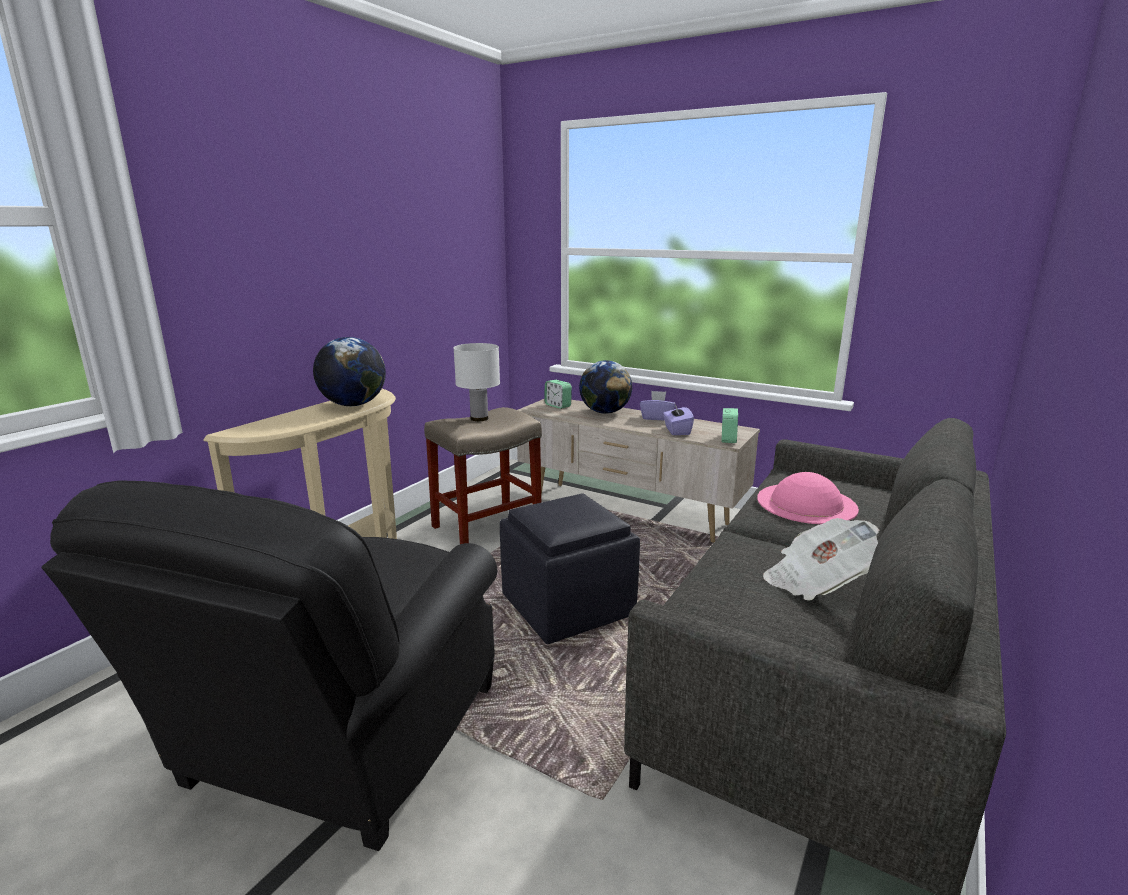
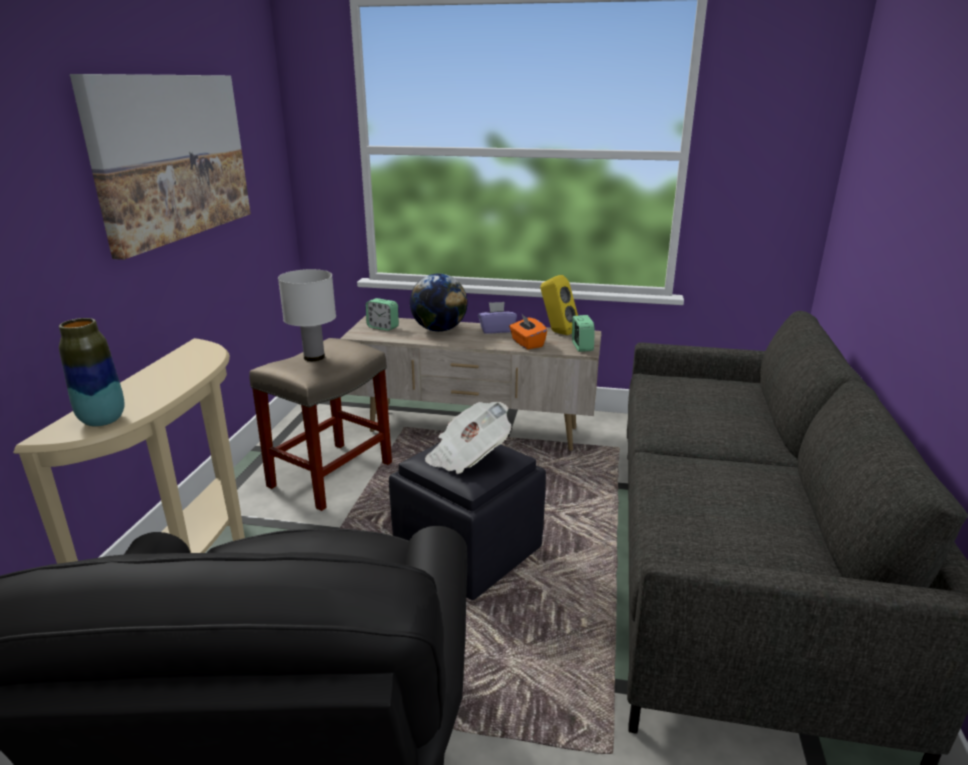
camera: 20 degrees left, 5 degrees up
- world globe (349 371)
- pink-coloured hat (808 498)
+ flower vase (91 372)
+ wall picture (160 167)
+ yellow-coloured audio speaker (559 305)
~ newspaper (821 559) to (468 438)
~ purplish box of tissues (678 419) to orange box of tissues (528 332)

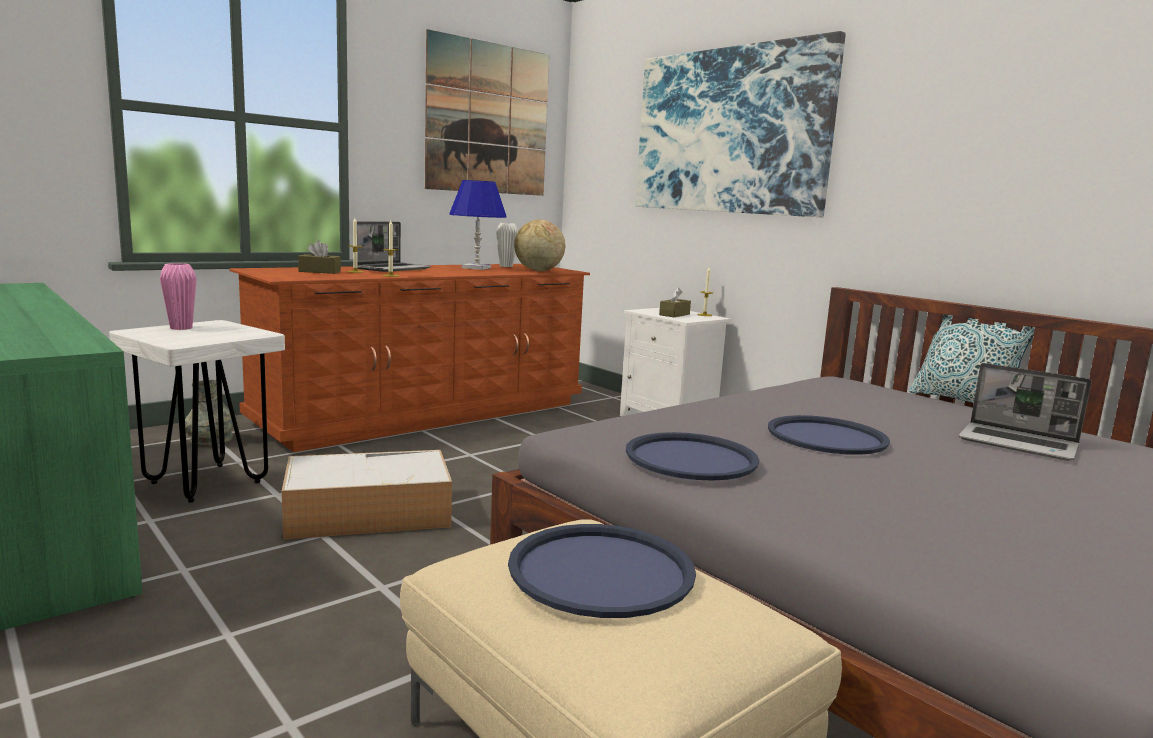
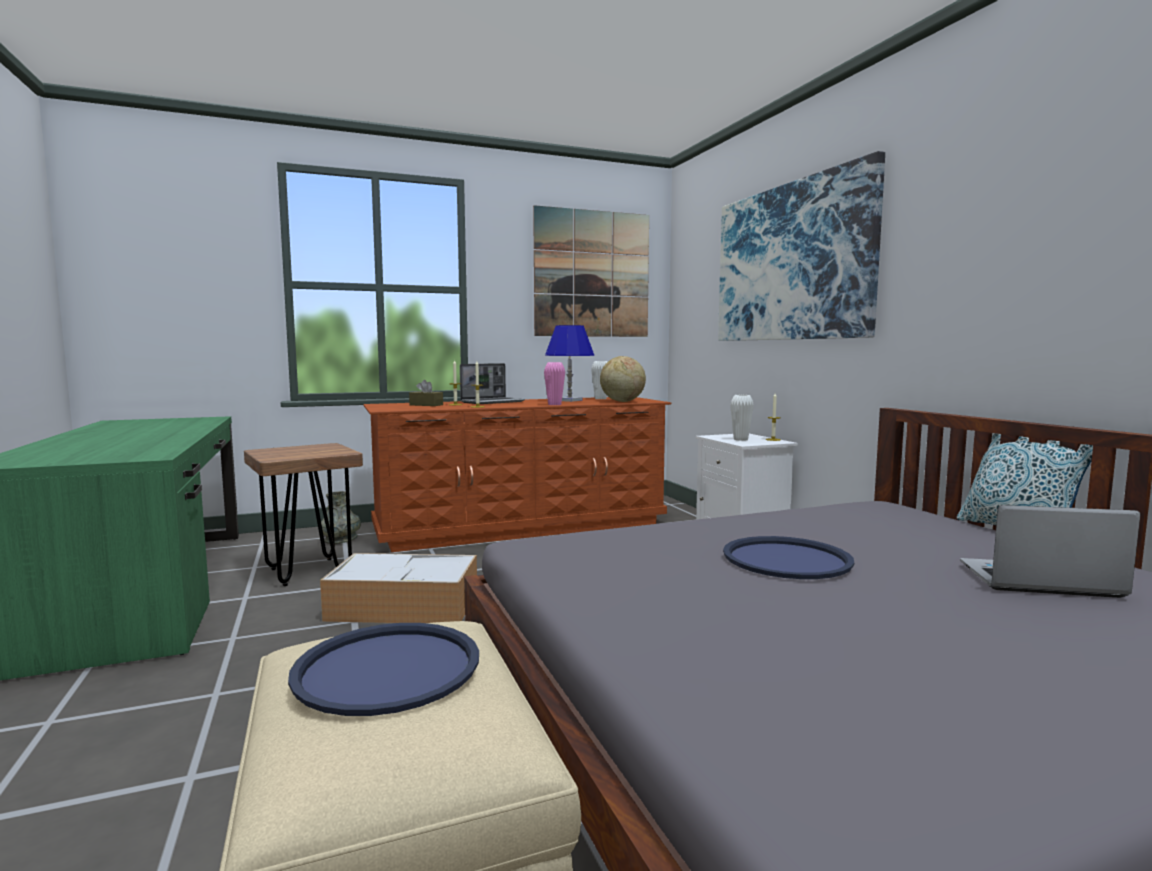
camera: 20 degrees right, 5 degrees down
- blue-coloured carrying tray (692 456)
~ pink-coloured flower vase (178 296) to (554 383)
~ brown-coloured box of tissues (675 302) to white flower vase (742 418)
~ white stool (197 411) to brown-coloured stool (303 514)
~ notebook computer (1025 412) = (1050 551) 135 degrees clockwise

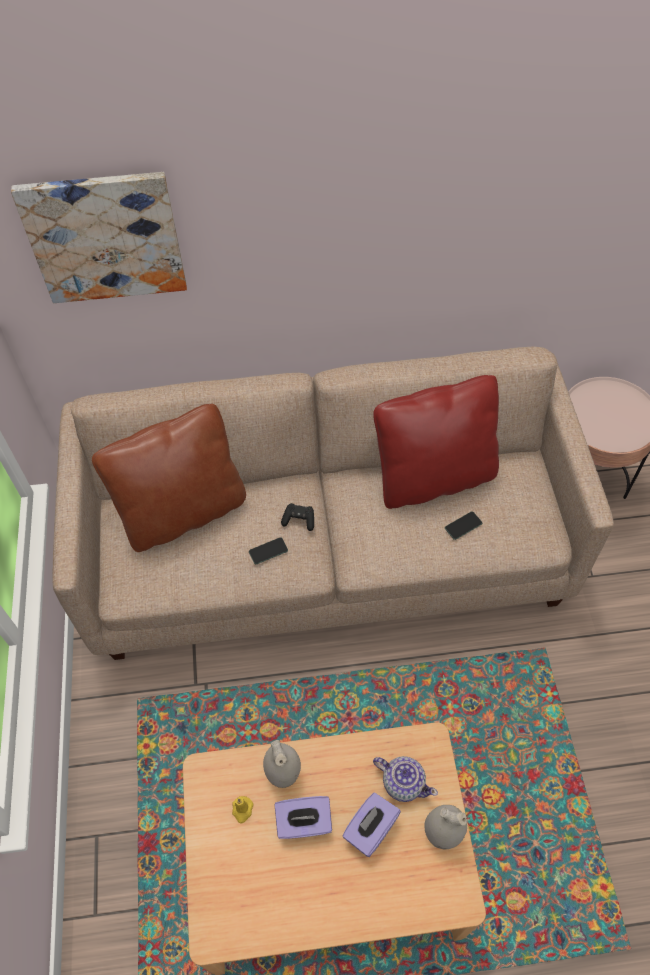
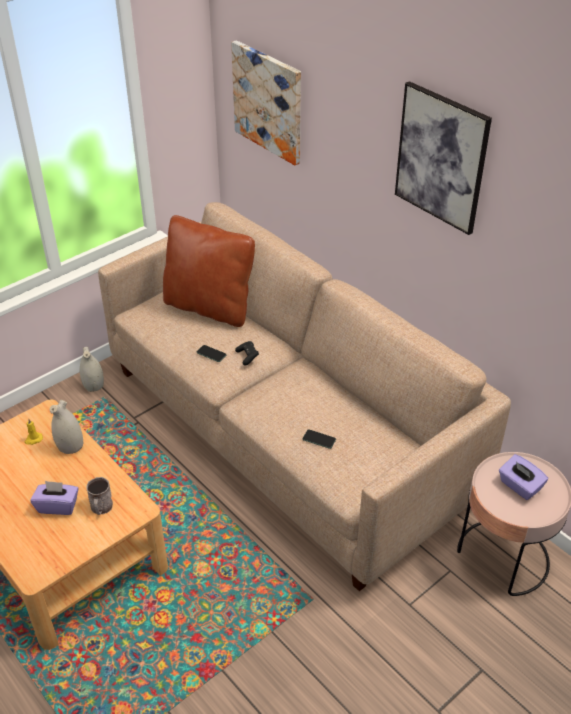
camera: 55 degrees right, 15 degrees down
- reddish cushion (436 442)
+ wall picture (443 158)
~ purplish box of tissues (303 817) to (523 477)
~ white flower vase (446 827) to (92 369)
~ teapot (405 779) to grey tea mug (99 496)

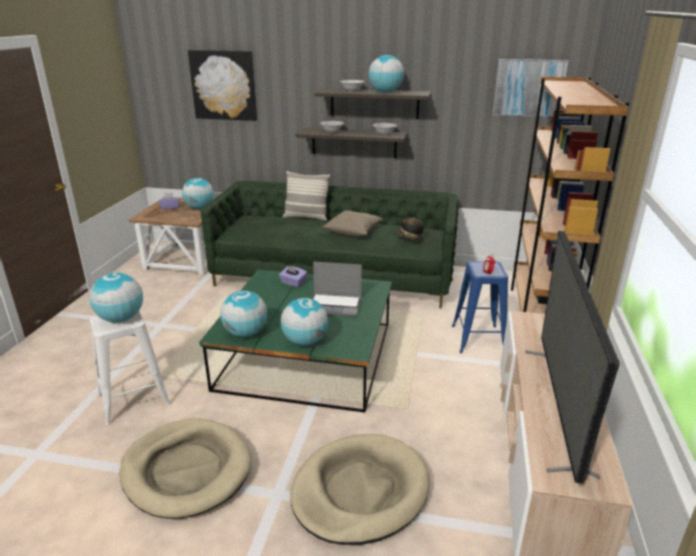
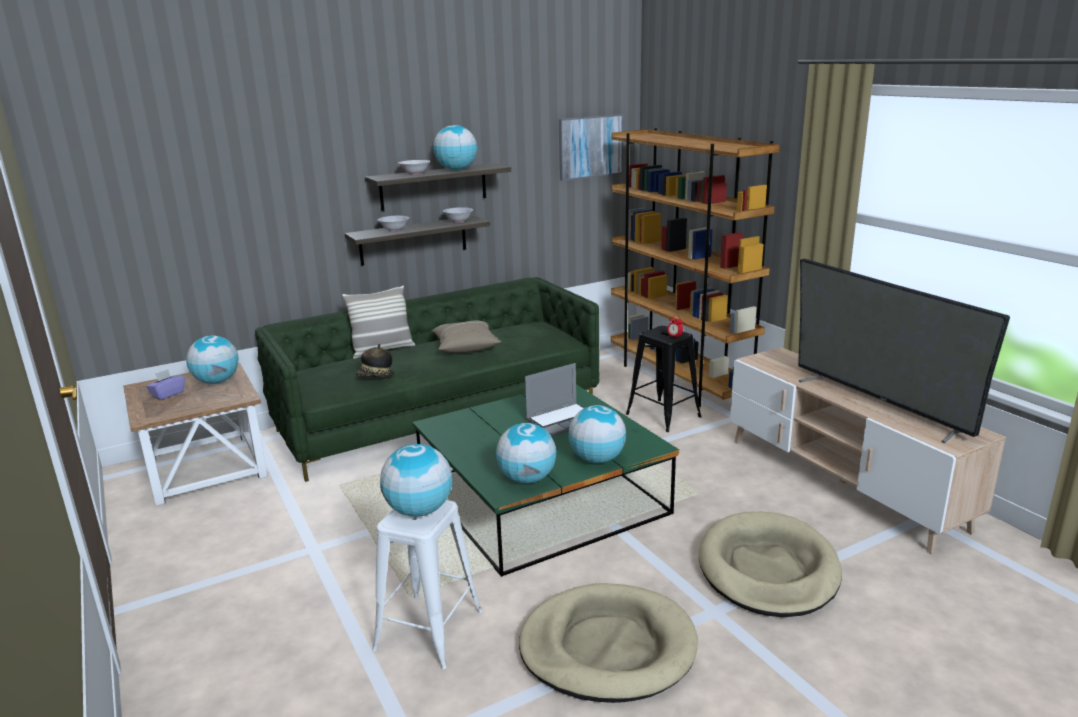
camera: 40 degrees left, 5 degrees down
- wall picture (222 85)
- purplish box of tissues (293 276)
~ hat (409 228) to (375 360)
~ blue-coloured stool (480 307) to black stool (664 379)

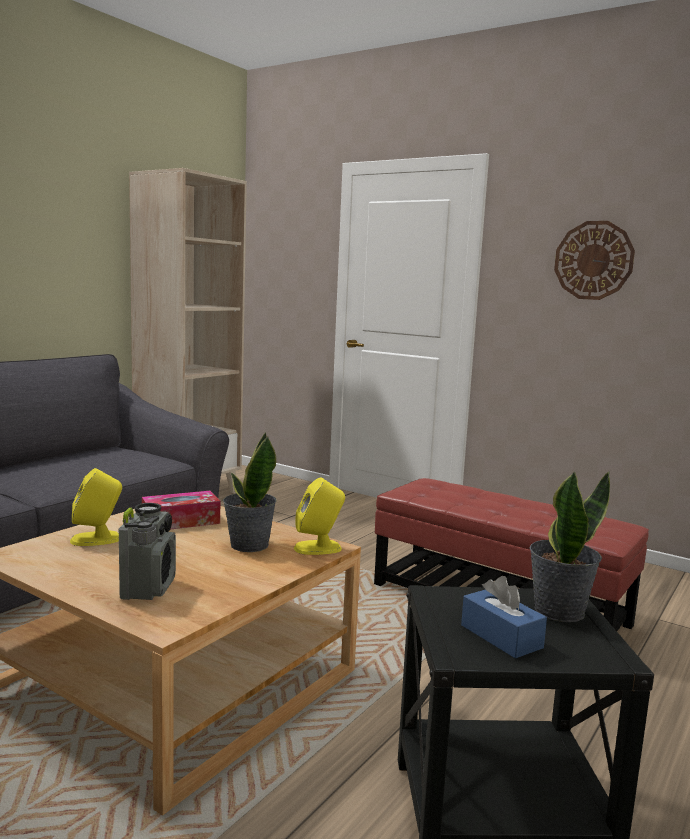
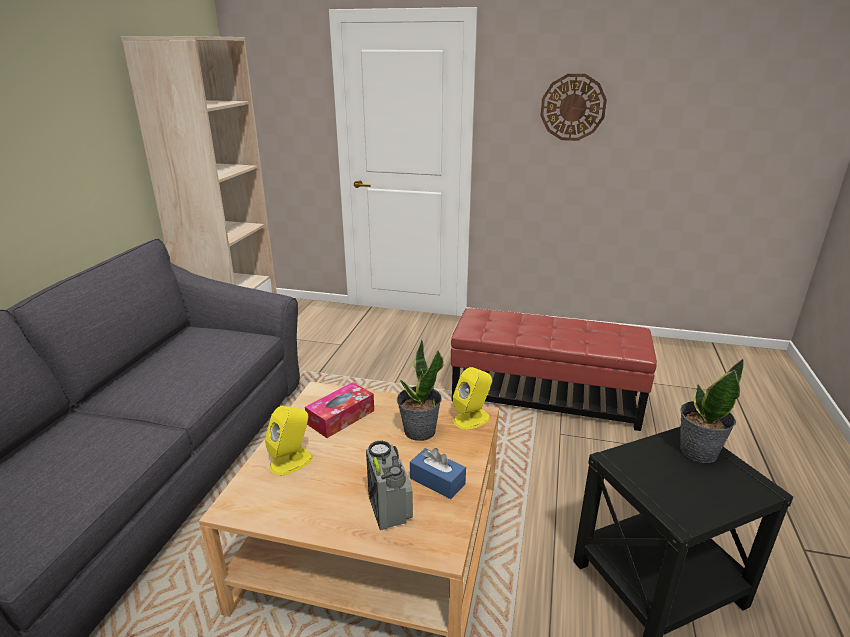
camera: 20 degrees left, 15 degrees up
~ blue-coloured box of tissues (504 617) to (438 473)

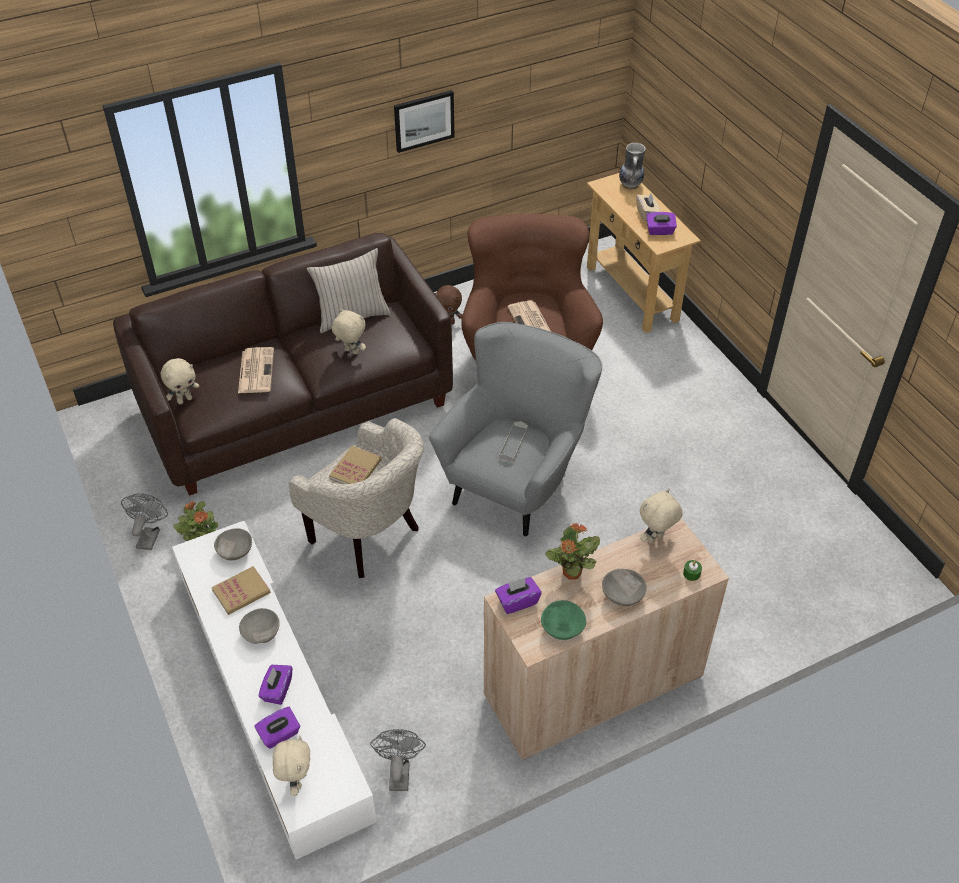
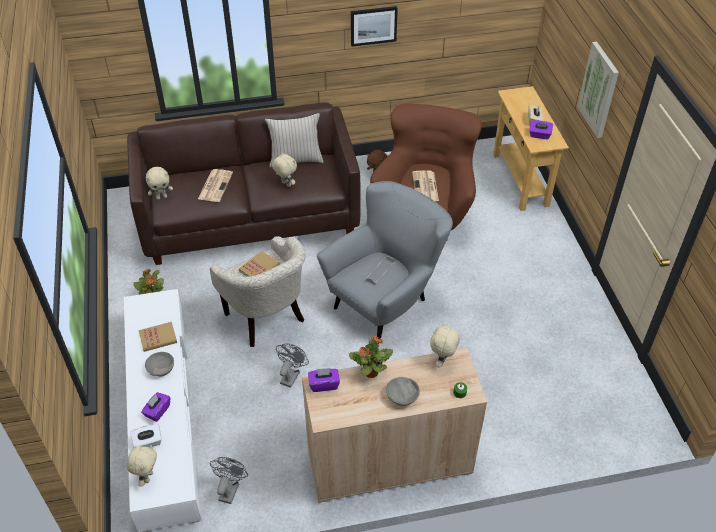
camera: 15 degrees right, 0 degrees up
- grey bowl (233 544)
- green bowl (563 620)
- flower vase (632 166)
+ wall picture (598 90)
~ grey electric fan (144 521) to (292 365)
~ purplish box of tissues (277 728) to white box of tissues (146 436)
~ beige-coloured soft toy (661 516) = (445 345) 45 degrees counterclockwise

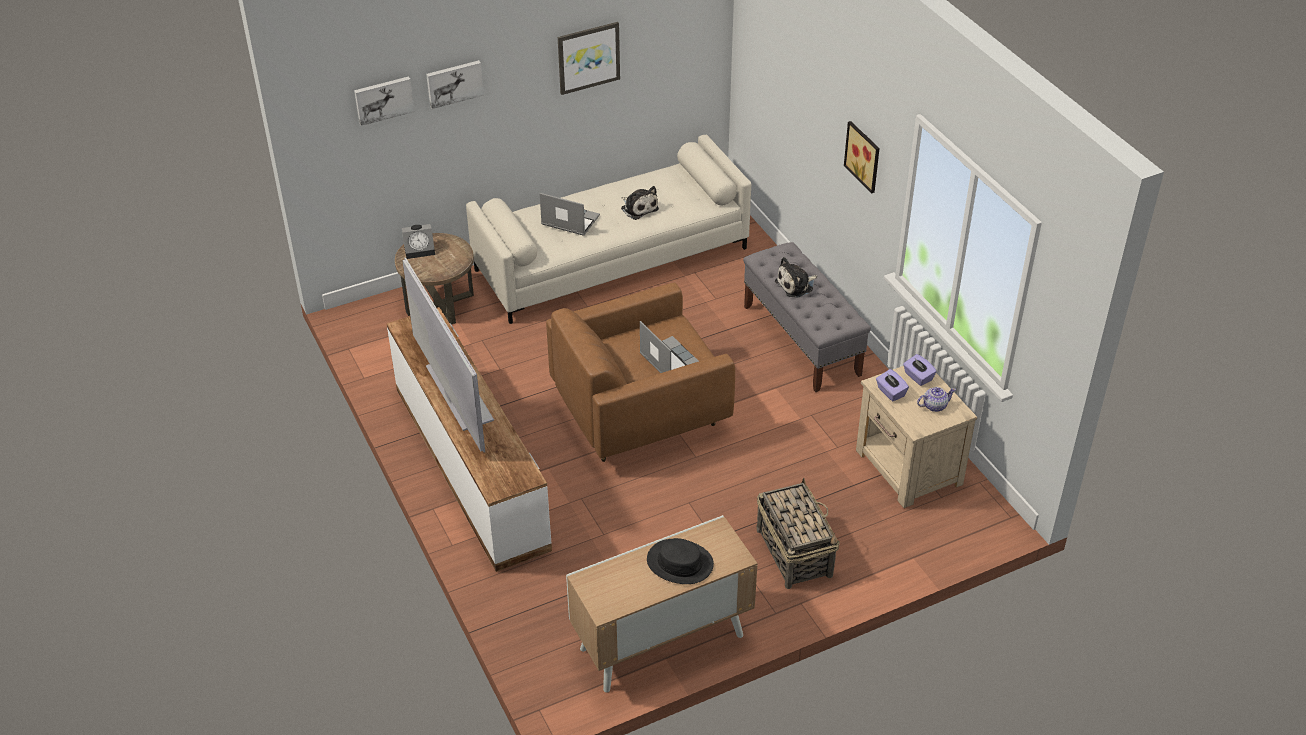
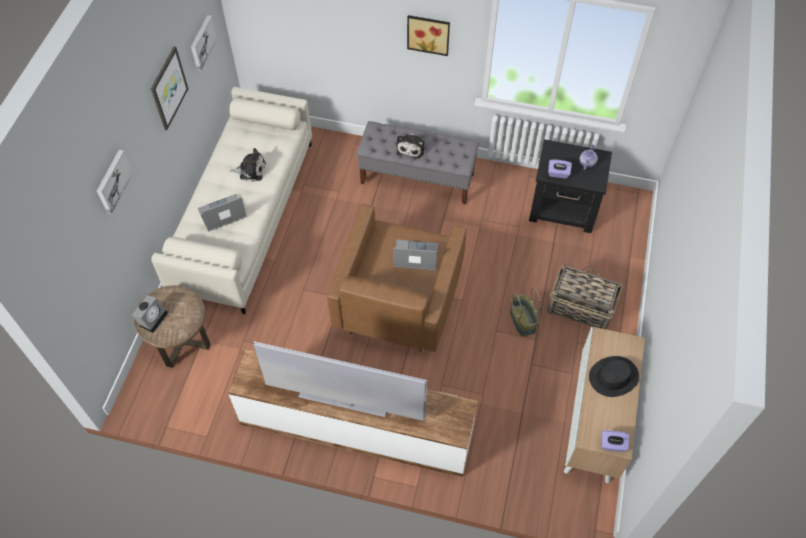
camera: 50 degrees left, 15 degrees up
+ basket (525 312)
~ wall picture (384 101) to (204 43)
~ purplish box of tissues (920 370) to (615 441)
~ beige-coloured bedside table (916 437) to black bedside table (570 186)

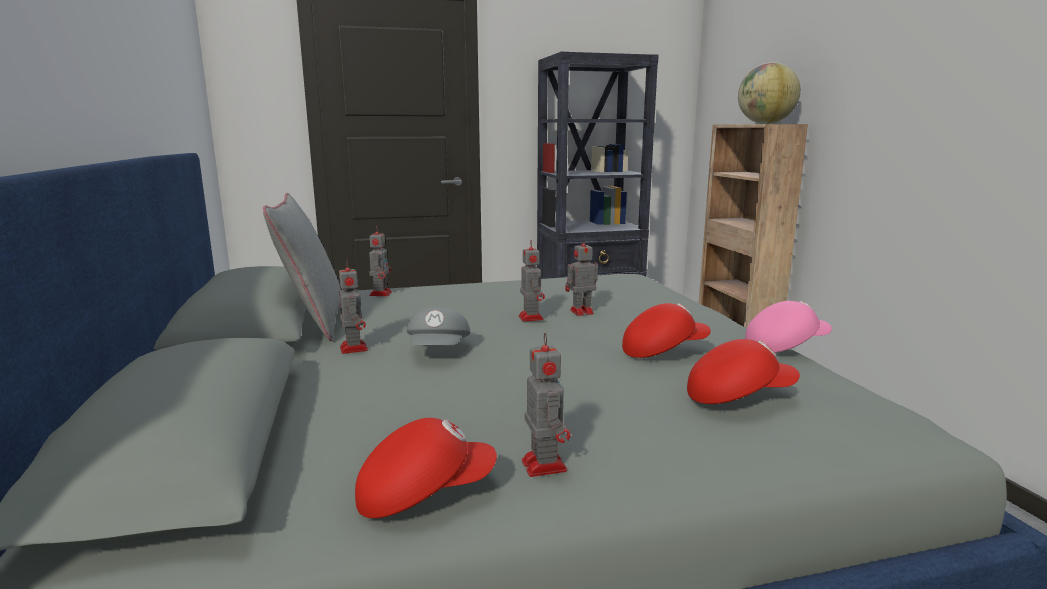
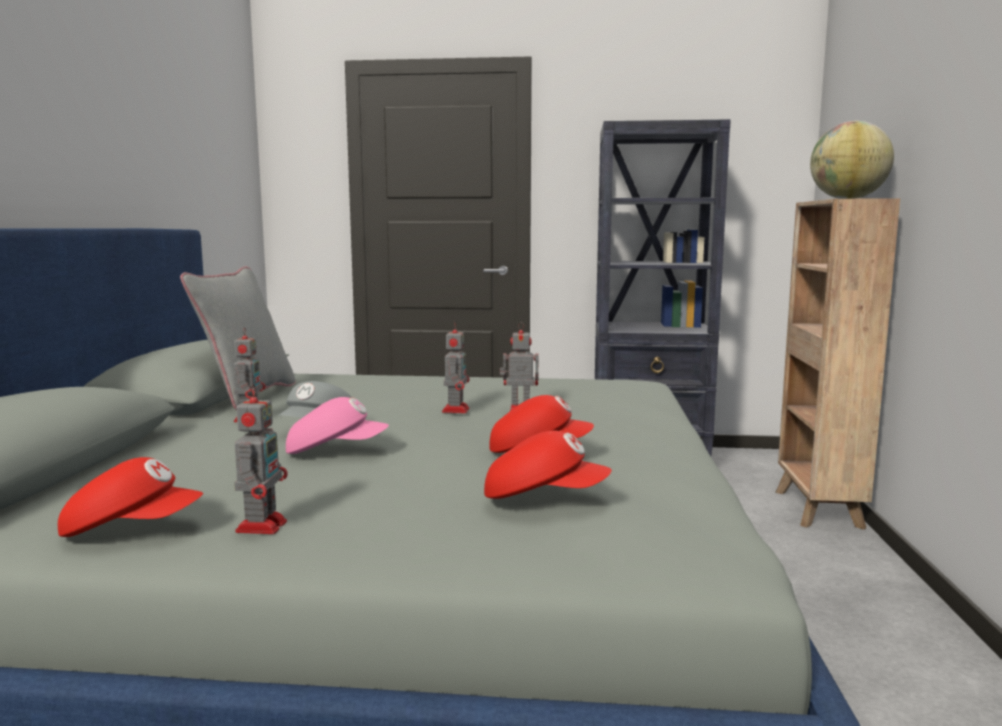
camera: 20 degrees right, 5 degrees down
- robot figure (380 261)
~ pink-coloured peaked cap (788 327) to (337 425)

